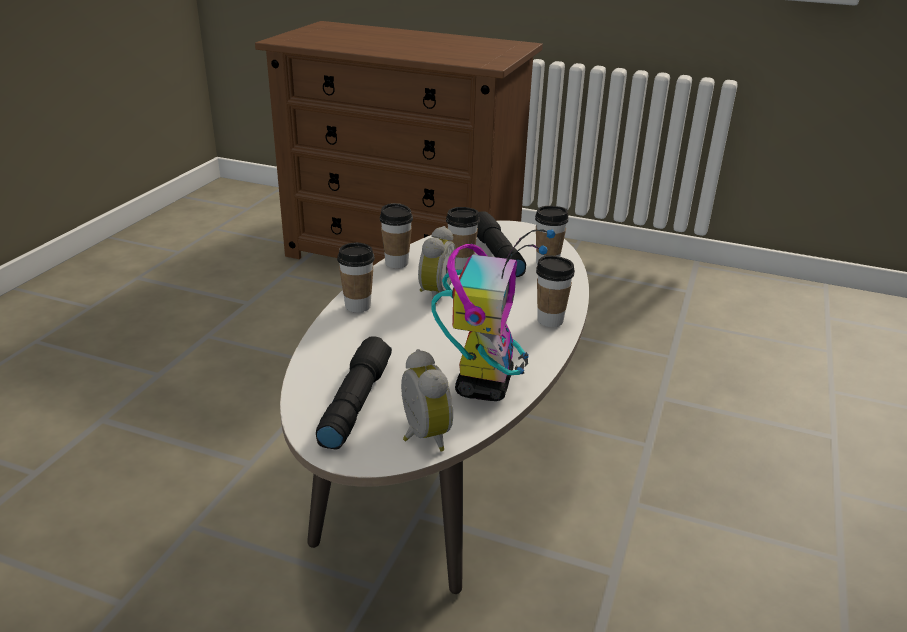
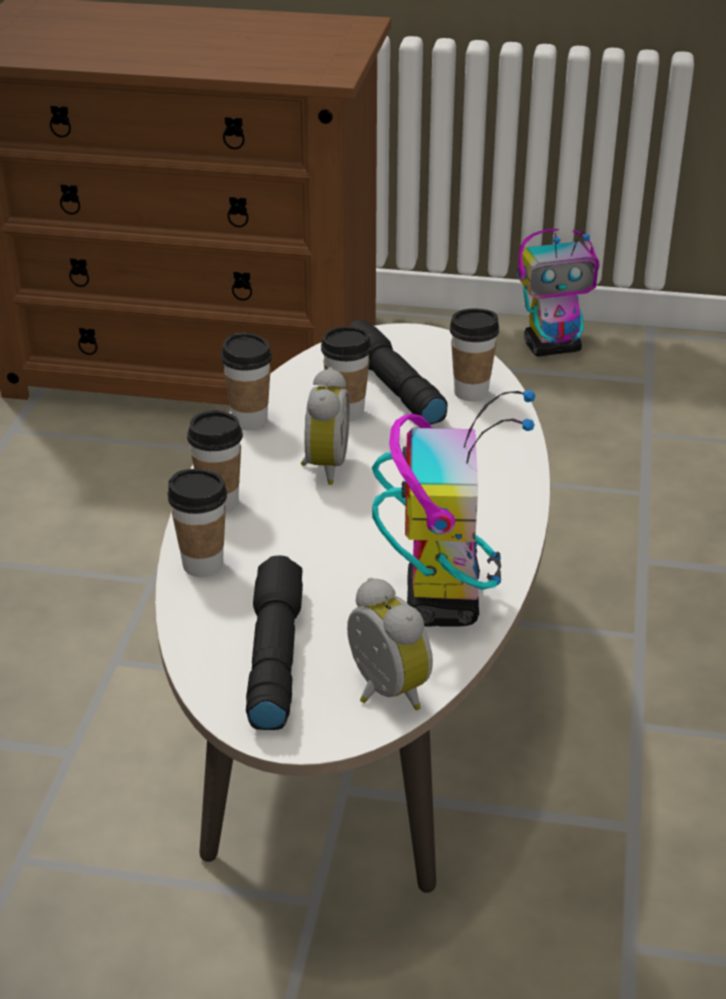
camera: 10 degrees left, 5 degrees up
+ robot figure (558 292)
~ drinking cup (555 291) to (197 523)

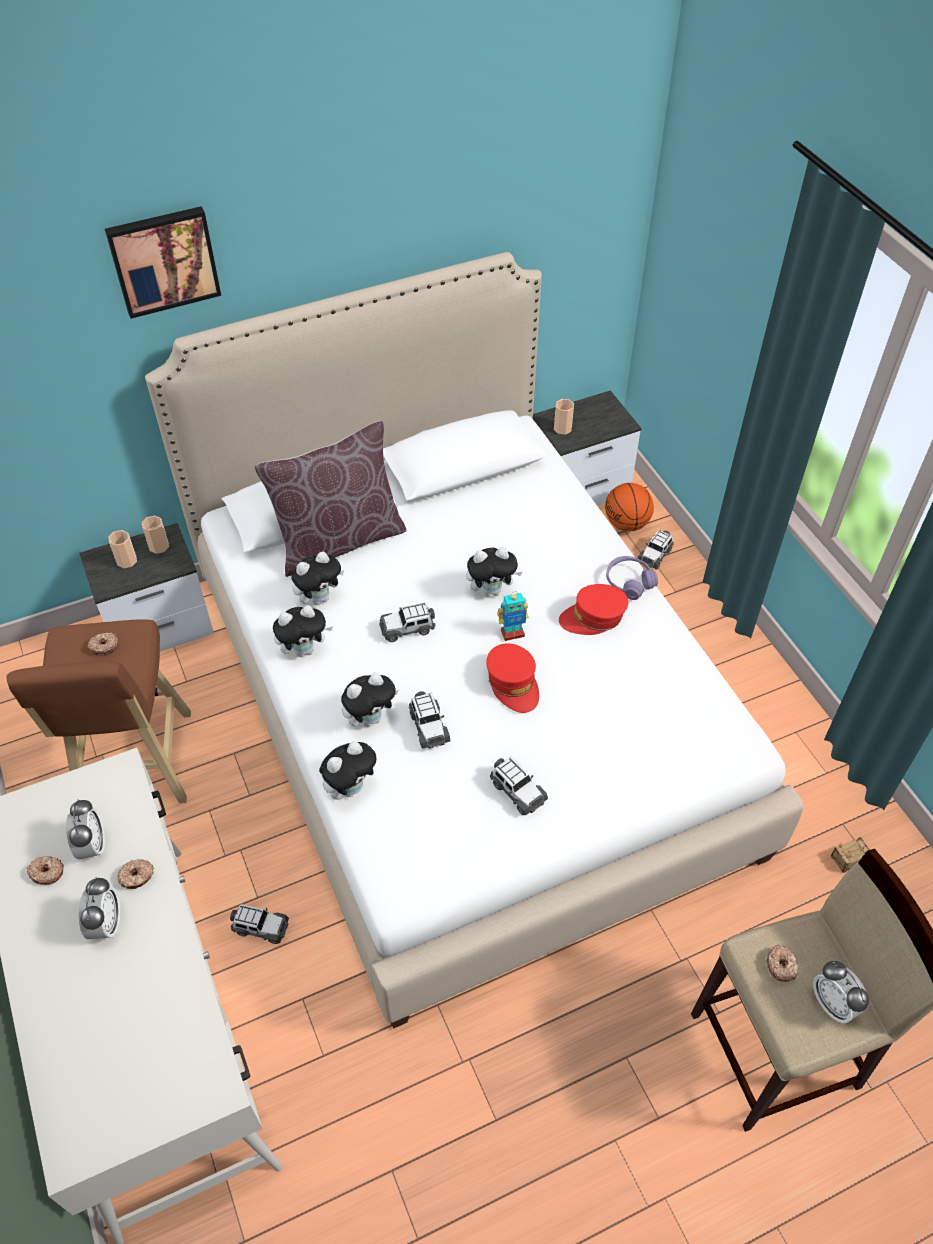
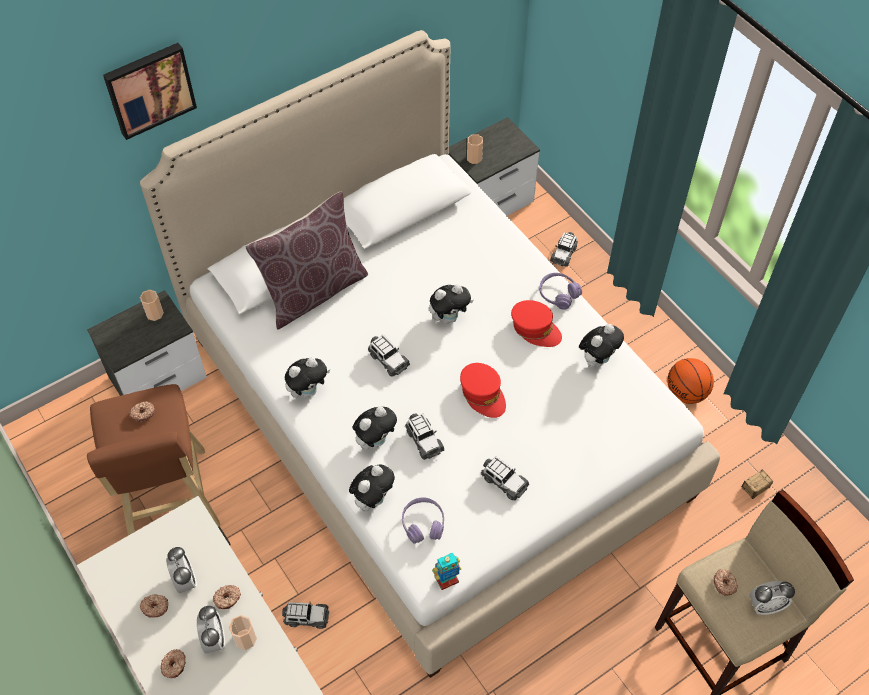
camera: 10 degrees left, 5 degrees up
+ ring doughnut (173 663)
+ purplish pair of headphones (423 521)
~ drinking cup (122 549) to (243 632)
~ soft toy (317 578) to (601 346)
~ robot figure (513 616) to (446 571)
~ basketball ball (629 507) to (690 381)
~ miniature car (407 622) = (389 356) 105 degrees counterclockwise
~ reddish peaked cap (593 609) = (536 323) 120 degrees counterclockwise
~ table clock (841 992) = (772 598) 60 degrees counterclockwise

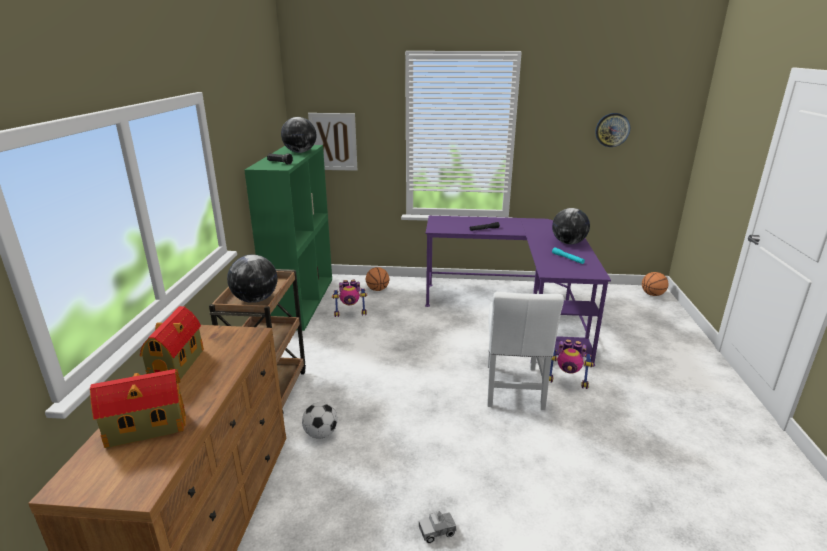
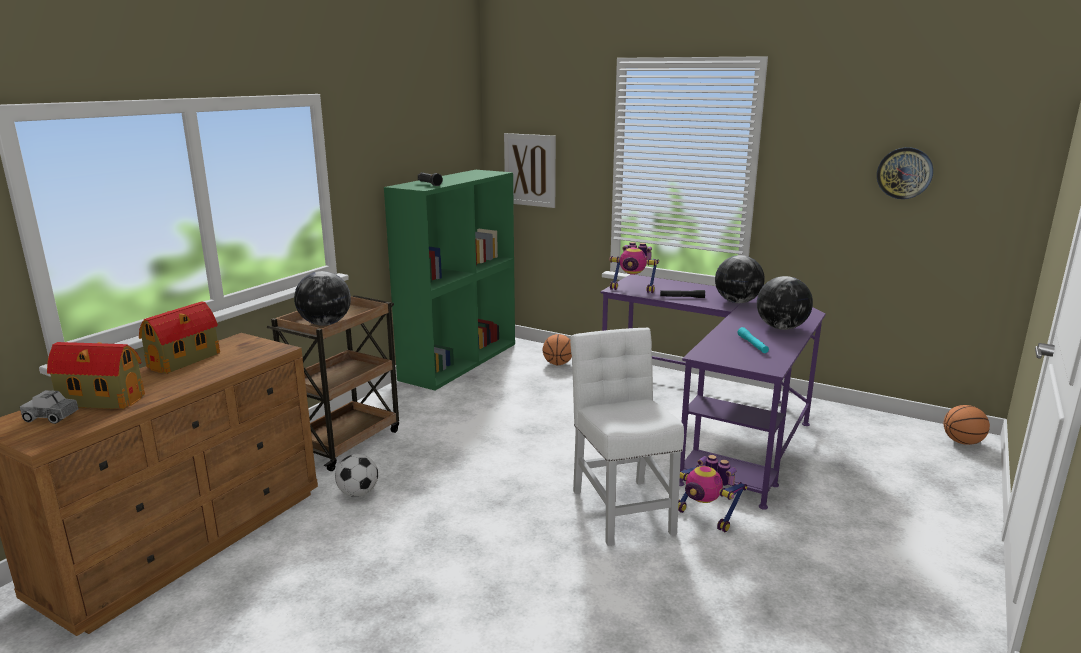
camera: 25 degrees right, 5 degrees down
~ world globe (298 135) to (740 279)
~ robot figure (349 298) to (634 267)
~ toy lorry (438 527) to (49 407)
~ white plain chair (525 351) = (627 437) 135 degrees clockwise

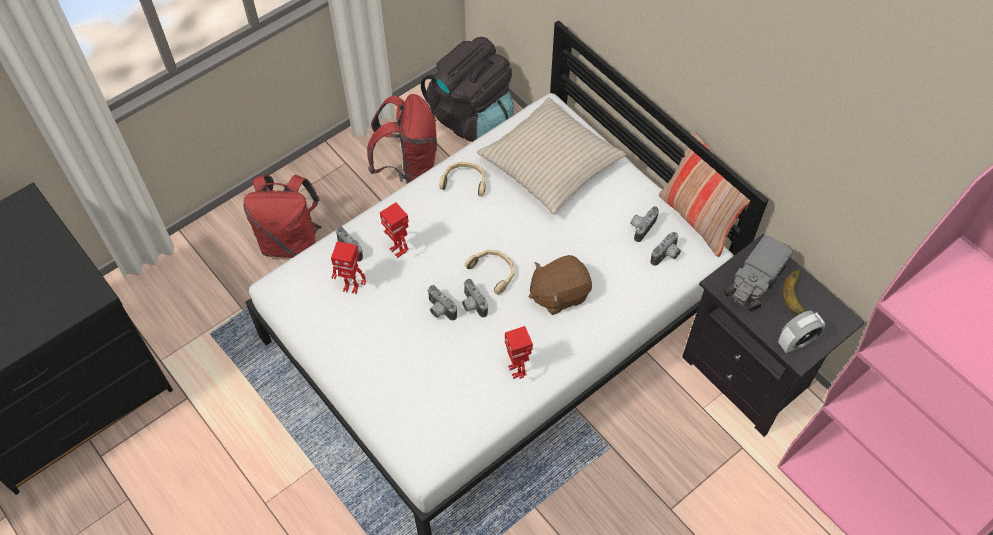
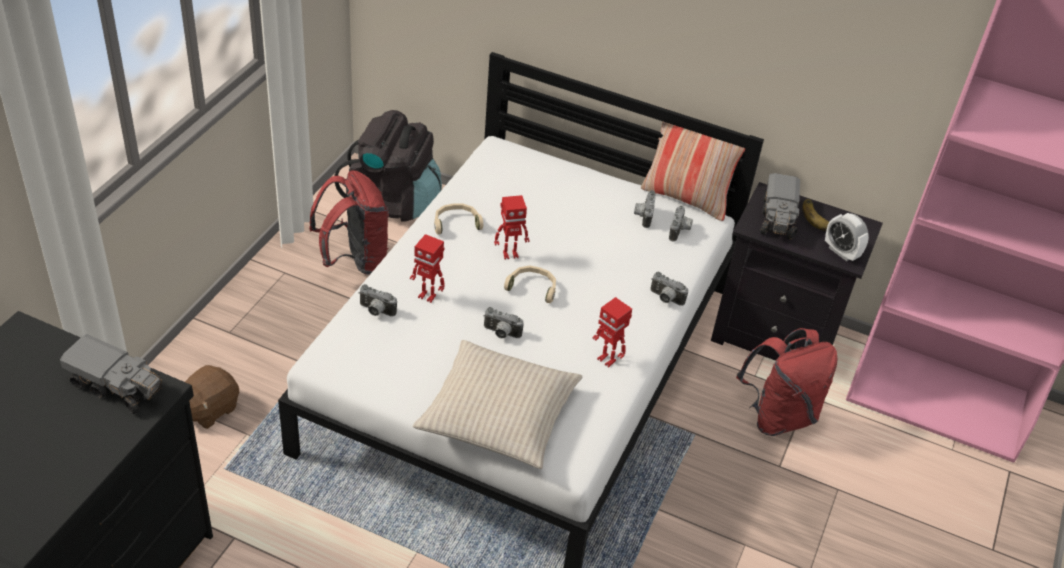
camera: 30 degrees left, 15 degrees down
+ toy lorry (111 374)
~ reddish rucksack (282 216) to (786 382)
~ robot figure (348 267) to (512 227)
~ still camera (475 298) to (669 289)
~ beige-coloured cushion (551 156) to (498 404)
~ brown-coloured soft toy (560 285) to (212 397)
~ table clock (802 332) = (847 237) 105 degrees clockwise

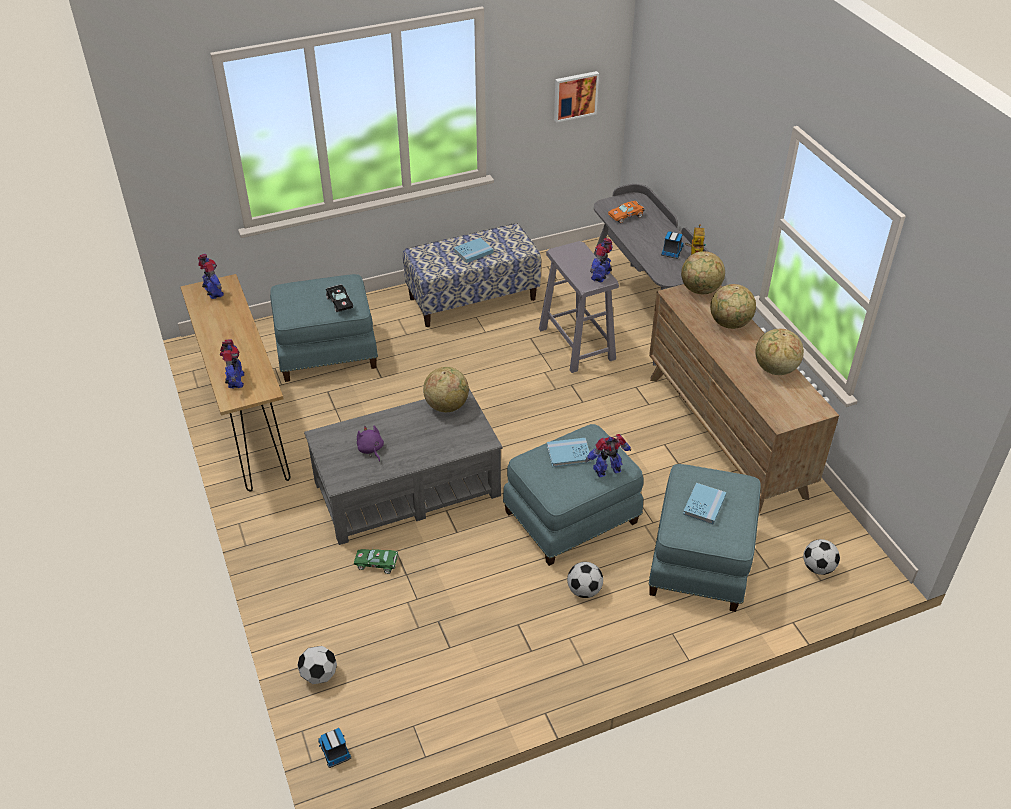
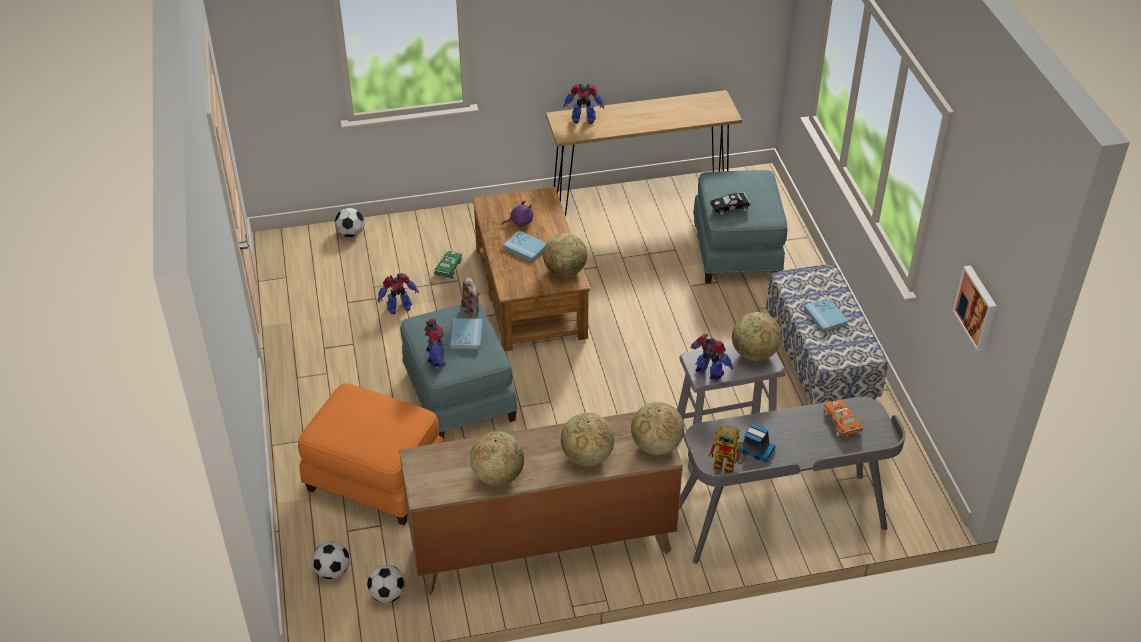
camera: 100 degrees right, 0 degrees up
- toy lorry (334 748)
+ soft toy (470 297)
+ world globe (757 336)
~ robot figure (211 276) to (398 293)
~ ball for football (585 580) to (386 584)
~ blue-coloured volume (704 504) to (524 246)
~ grey coffee table (403 467) to brown-coloured coffee table (531 269)
~ blue-coloured ottoman (705 538) to orange ottoman (371 454)

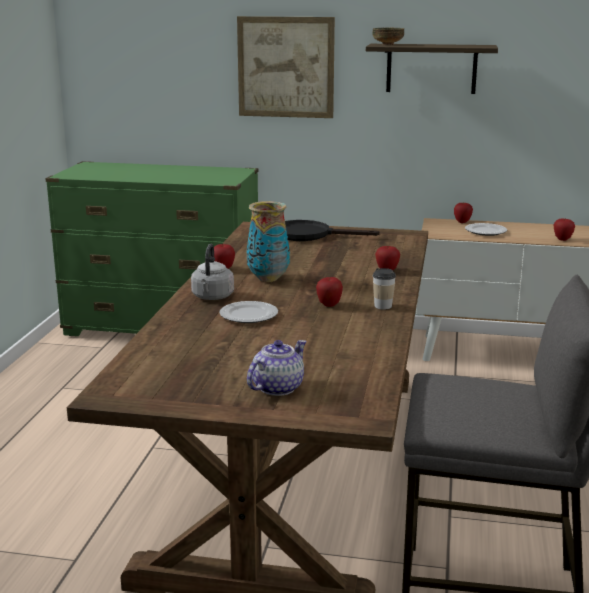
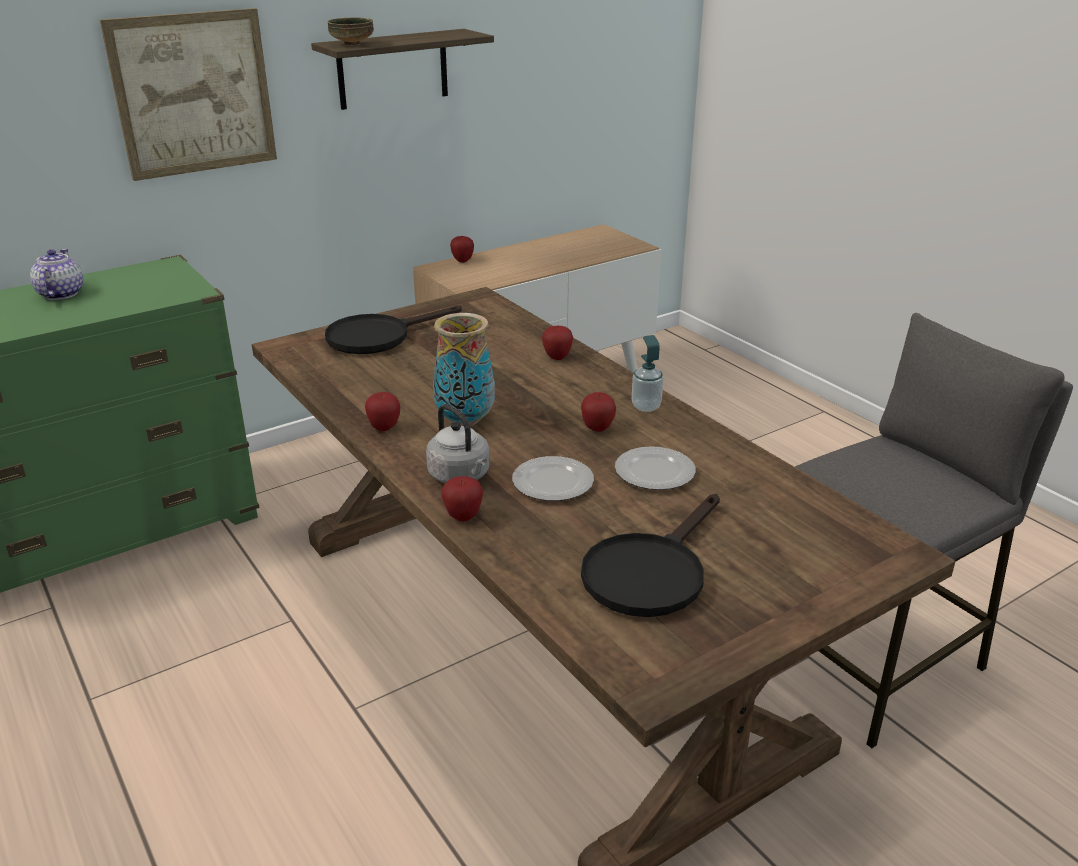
camera: 45 degrees left, 10 degrees up
+ black frying pan (650 555)
~ teapot (276 368) to (56 274)
~ dinner plate (486 229) to (655 468)
~ apple fruit (564 230) to (462 498)
~ drinking cup (384 289) to soap bottle (647 373)

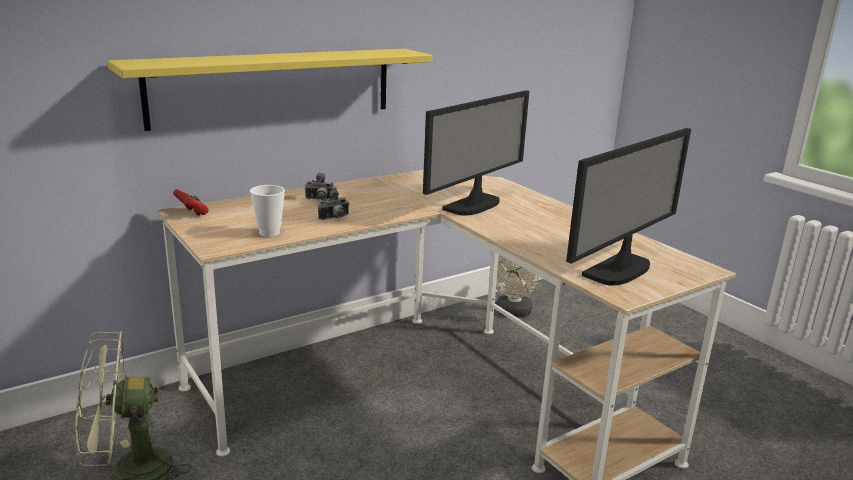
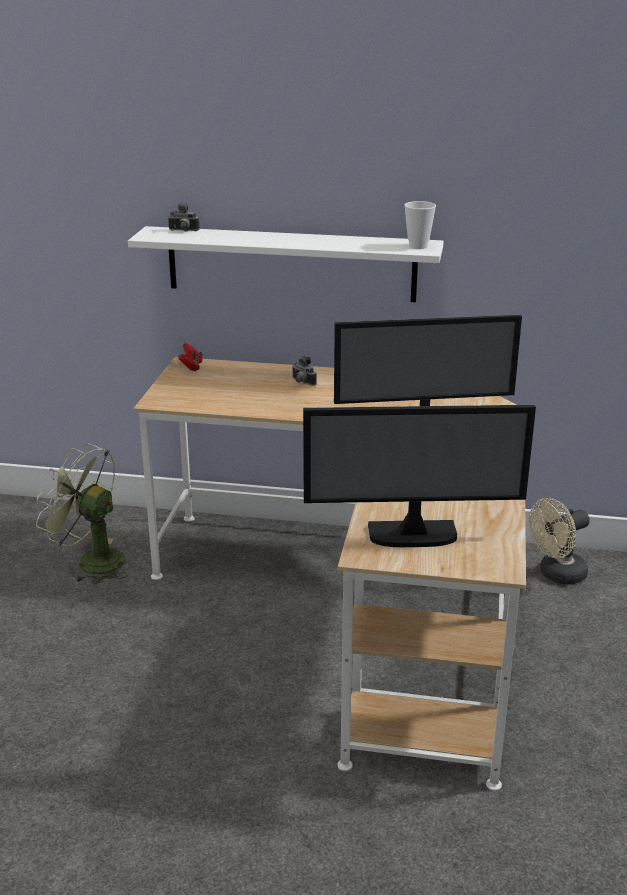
camera: 45 degrees right, 5 degrees up
~ drinking cup (267 211) to (420 225)
~ still camera (333 204) to (183 217)
~ yellow-coloured wall shelf (269 90) to white wall shelf (286 264)

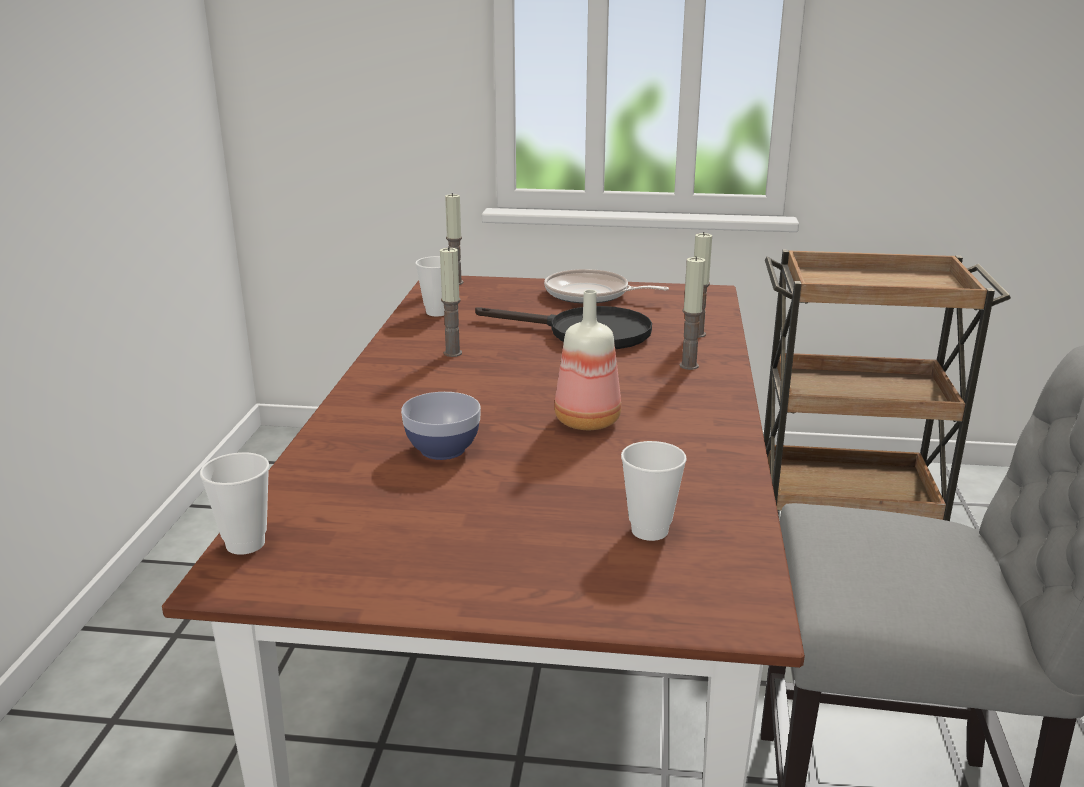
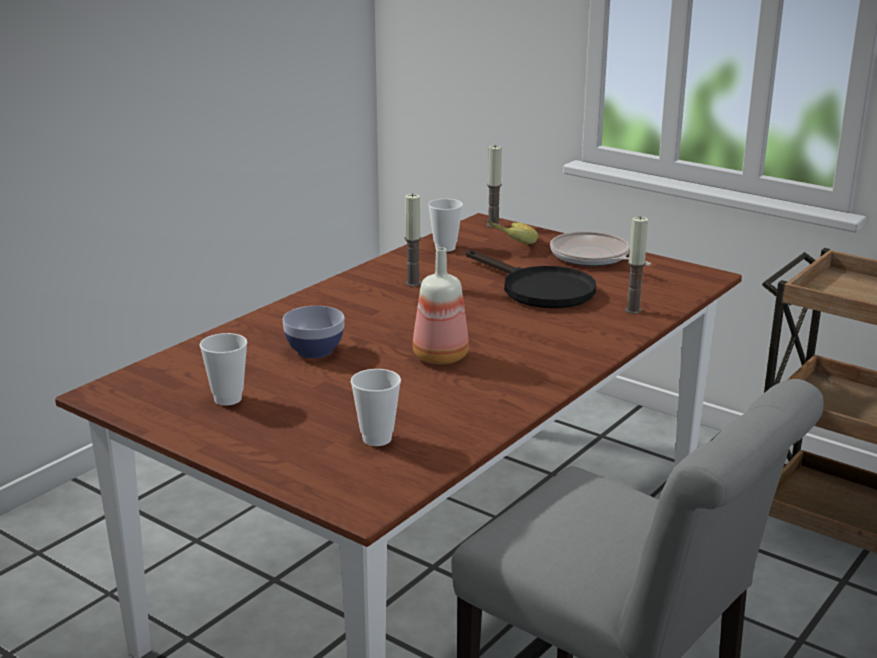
camera: 30 degrees right, 0 degrees up
- candle (692 313)
+ banana (511 232)
~ drinking cup (234 503) to (223 369)

